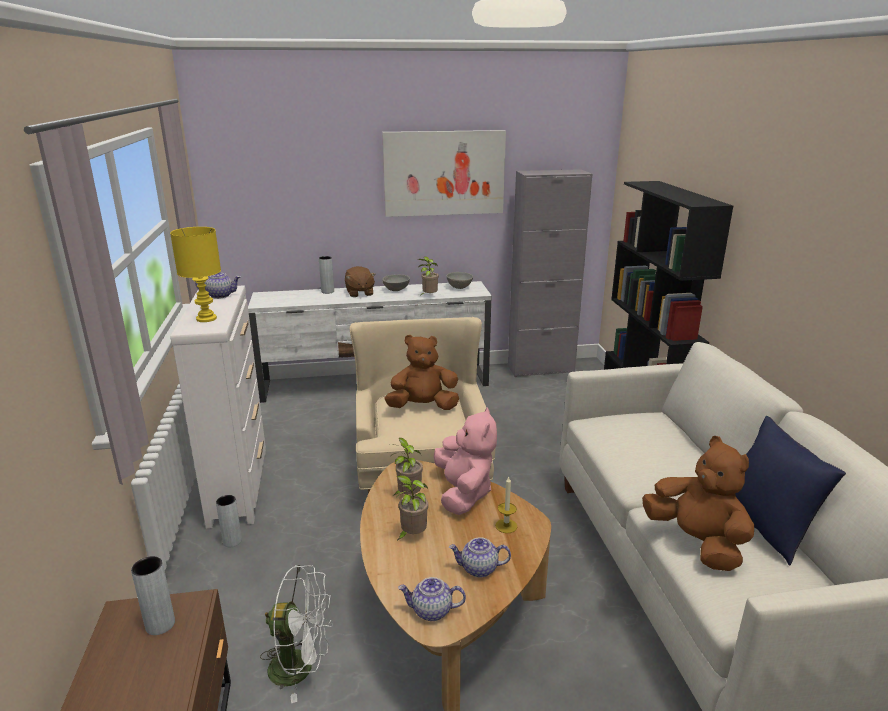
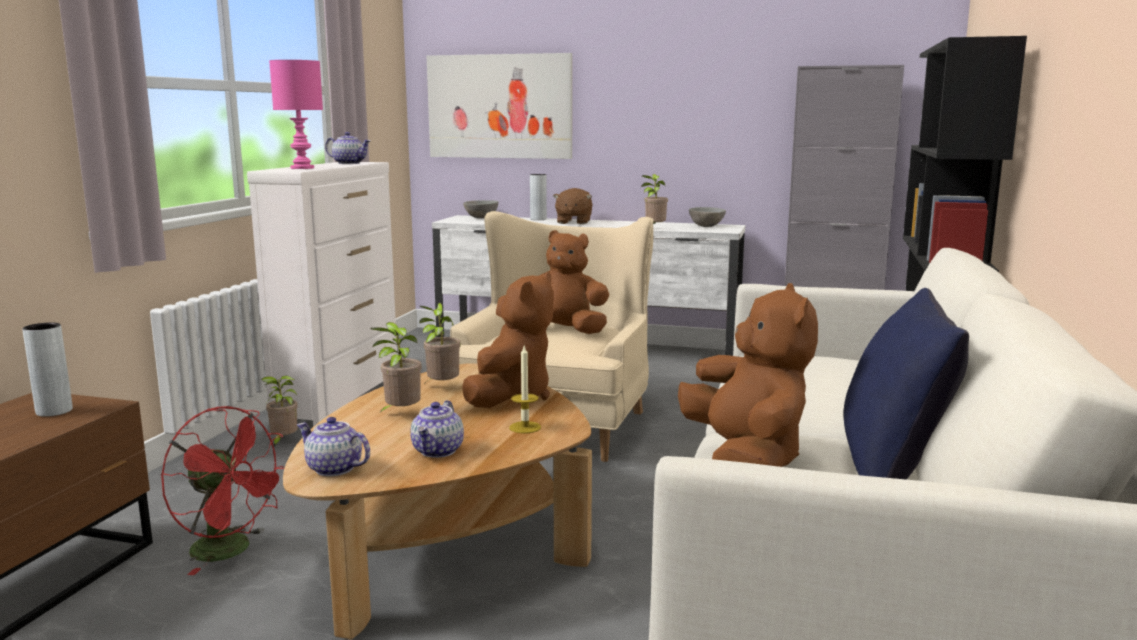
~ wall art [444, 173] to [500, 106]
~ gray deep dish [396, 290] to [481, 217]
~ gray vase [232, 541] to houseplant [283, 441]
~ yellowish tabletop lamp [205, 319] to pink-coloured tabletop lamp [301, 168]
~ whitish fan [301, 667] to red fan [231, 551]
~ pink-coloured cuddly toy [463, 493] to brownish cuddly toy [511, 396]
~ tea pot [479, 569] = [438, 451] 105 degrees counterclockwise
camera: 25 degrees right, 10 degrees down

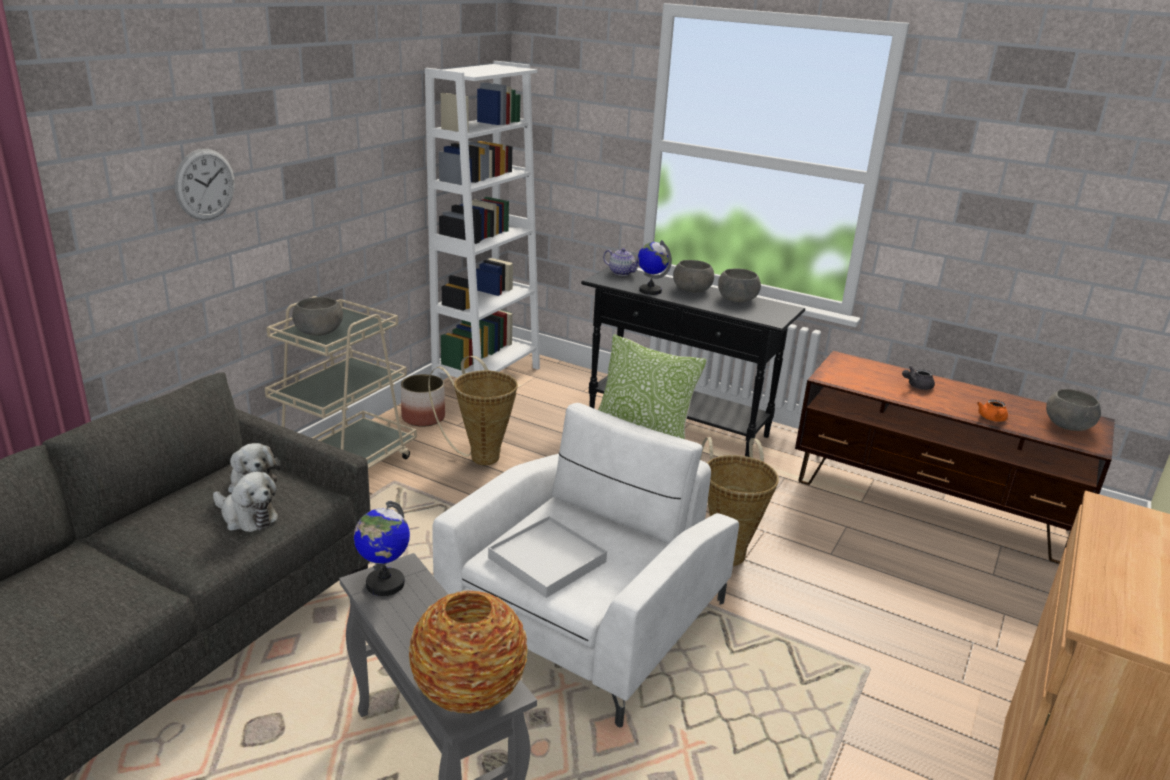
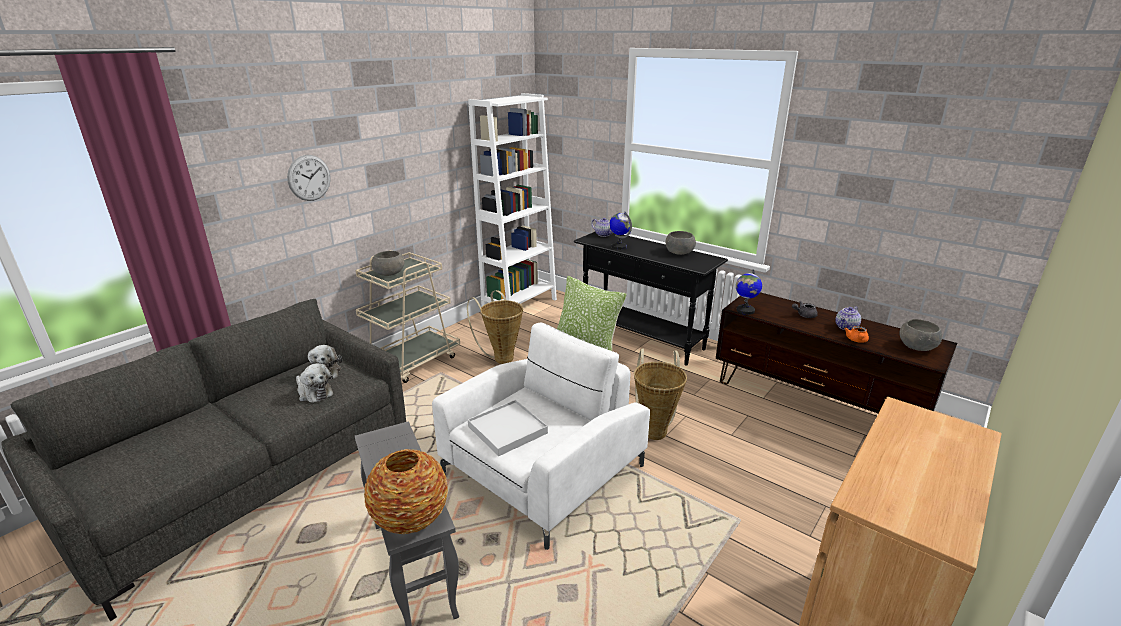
- flower pot [424, 418]
- gray deep dish [692, 289]
+ tea pot [846, 327]
~ world globe [384, 584] to [745, 310]
camera: 10 degrees right, 0 degrees up

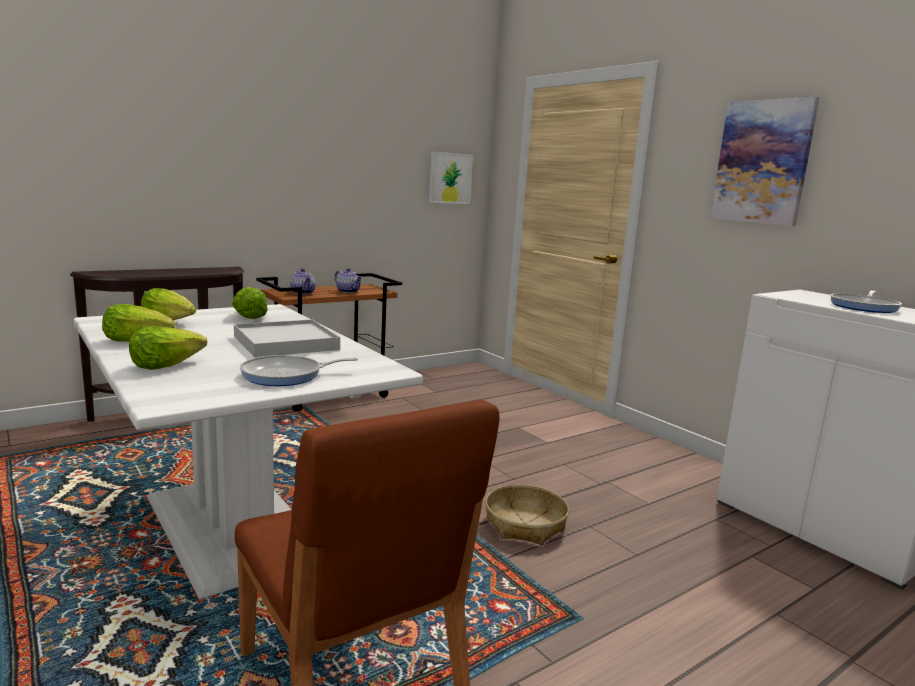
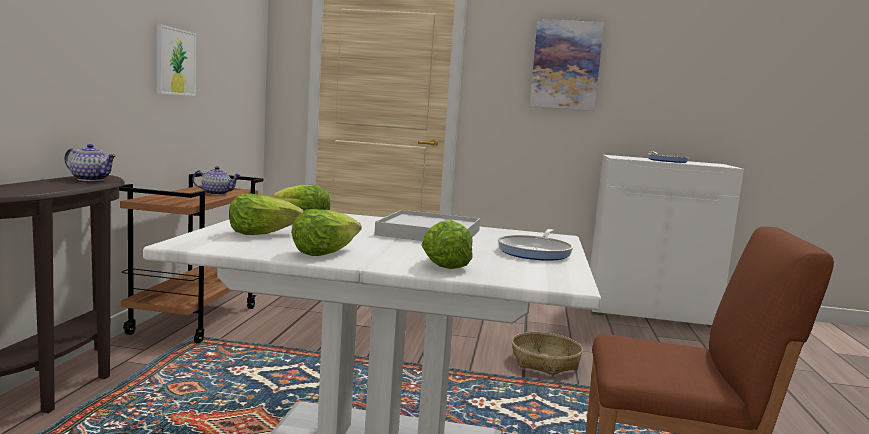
~ tea pot [303, 293] to [91, 179]
~ wall art [450, 178] to [175, 62]
camera: 45 degrees left, 5 degrees down

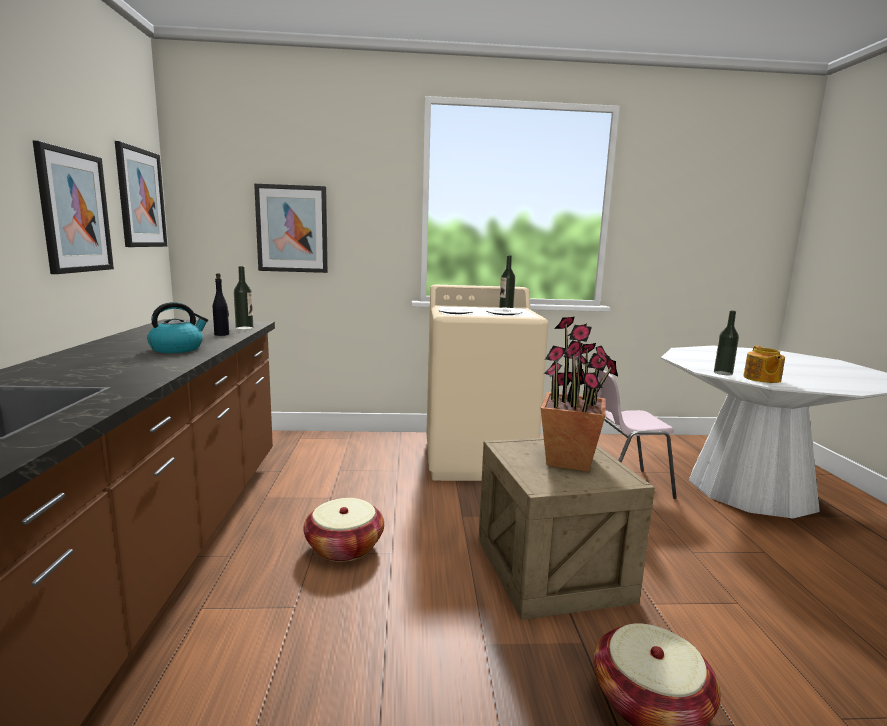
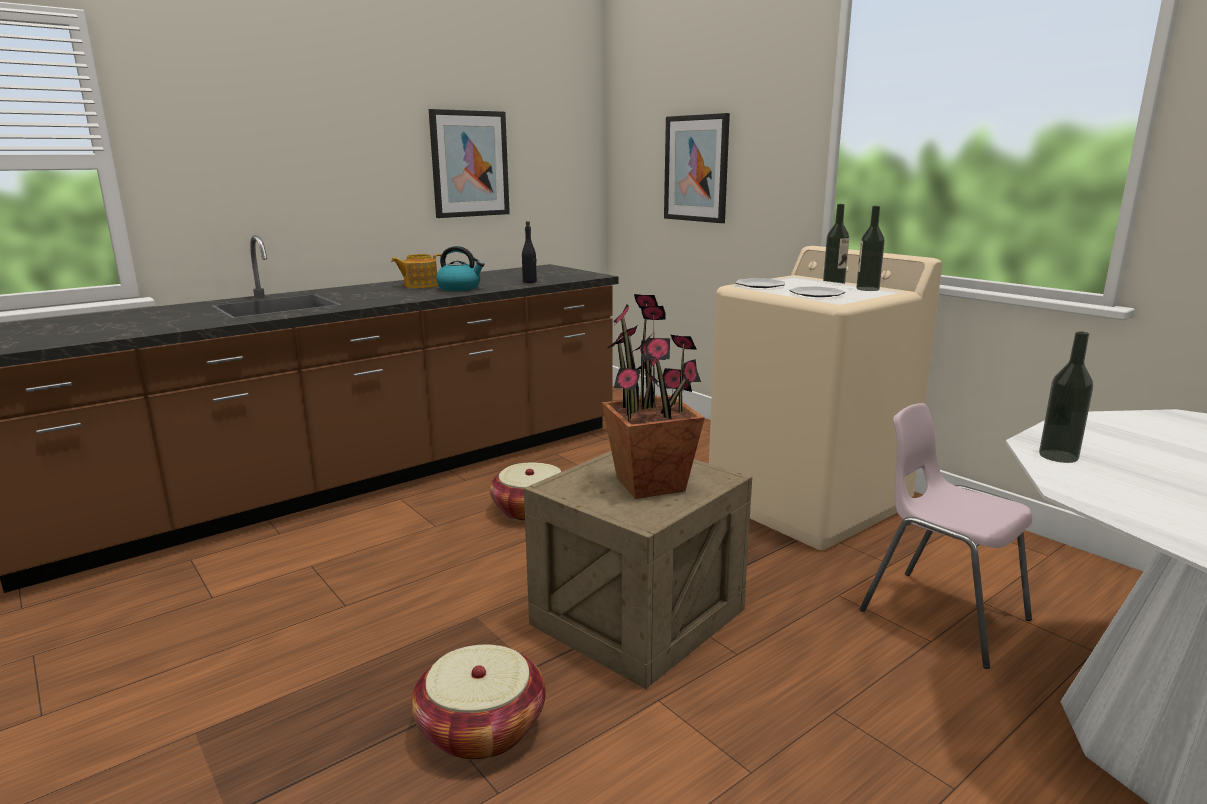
- wall art [141, 198]
~ beverage bottle [244, 328] to [833, 284]
~ tea pot [761, 379] to [420, 285]
camera: 55 degrees right, 5 degrees up

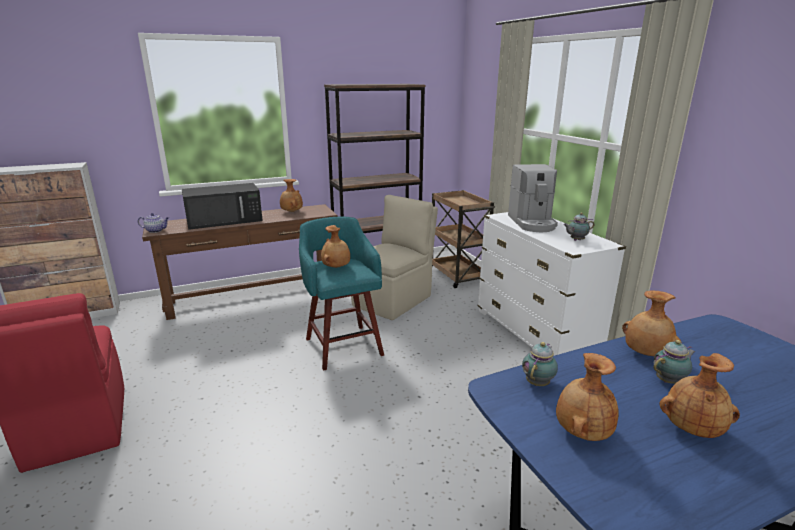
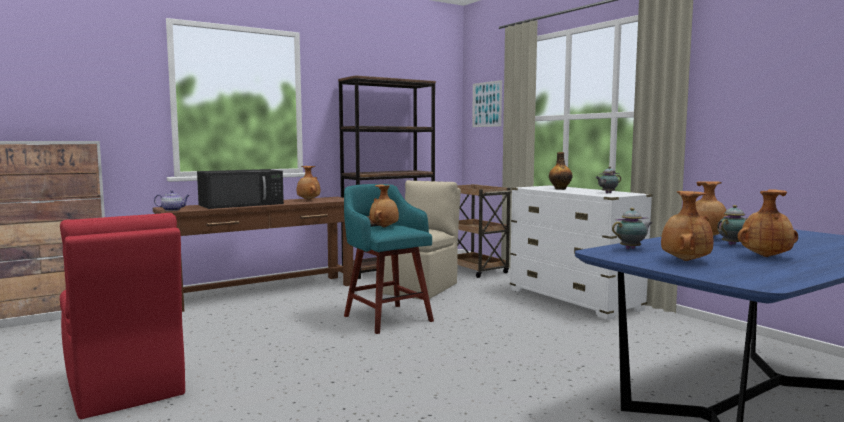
+ wall art [487, 104]
~ coffee maker [532, 223] to beverage bottle [560, 189]
~ tea pot [538, 383] = [631, 249] 45 degrees clockwise
camera: 10 degrees left, 15 degrees down

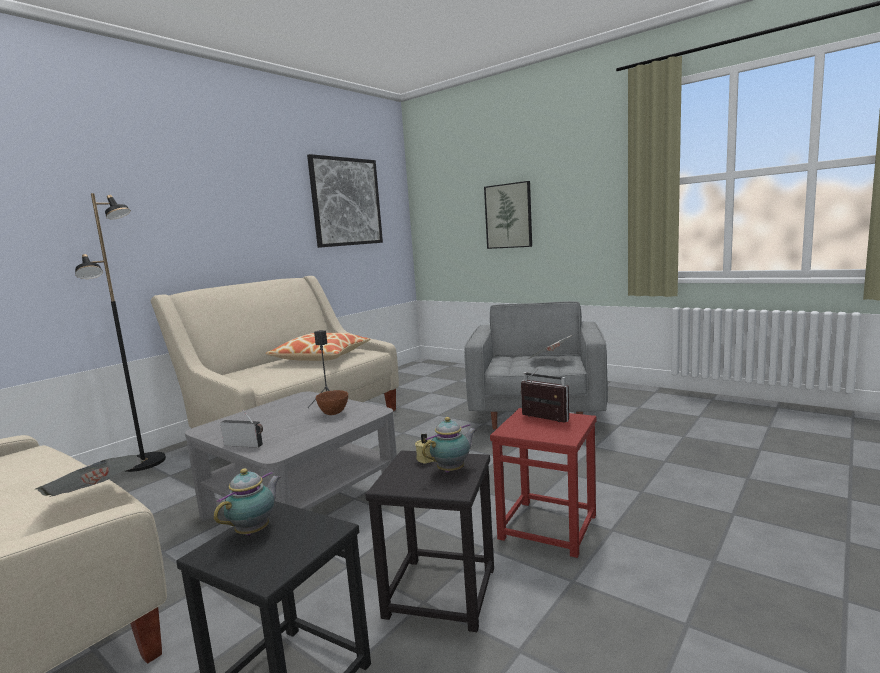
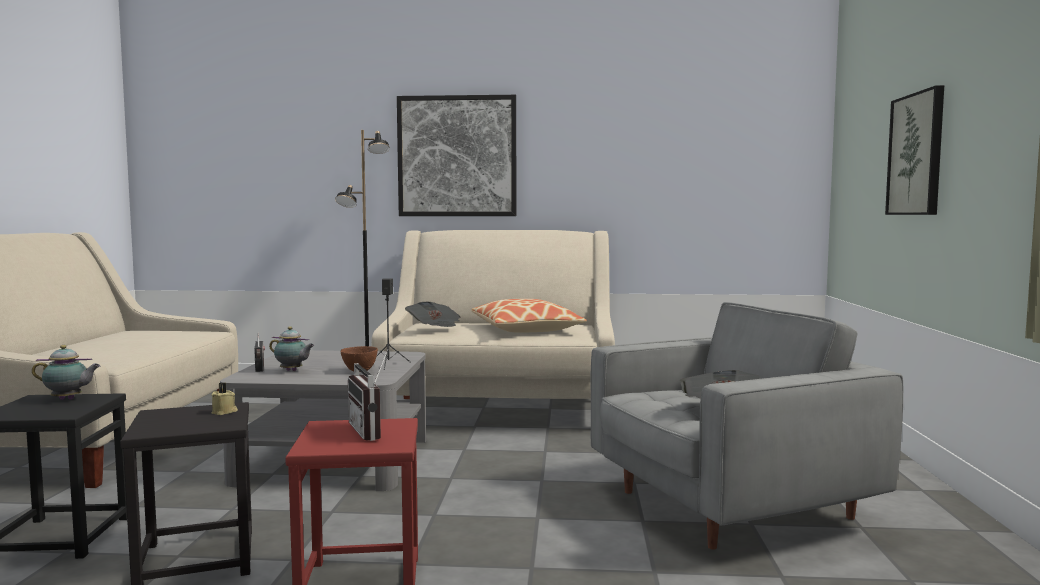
~ printed paper [97, 499] to [435, 330]
~ wall art [346, 202] to [457, 156]
~ tea pot [453, 470] to [292, 371]
~ radio [541, 420] = [373, 431] 150 degrees clockwise
camera: 55 degrees right, 5 degrees down

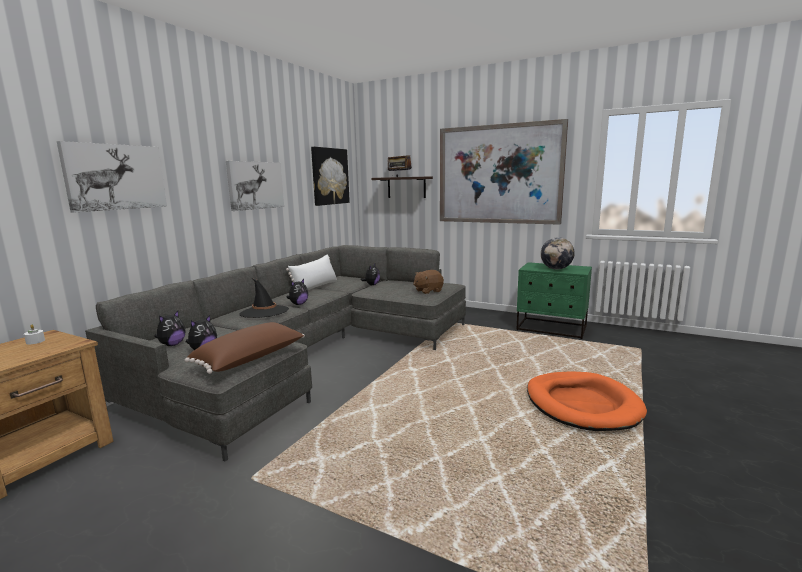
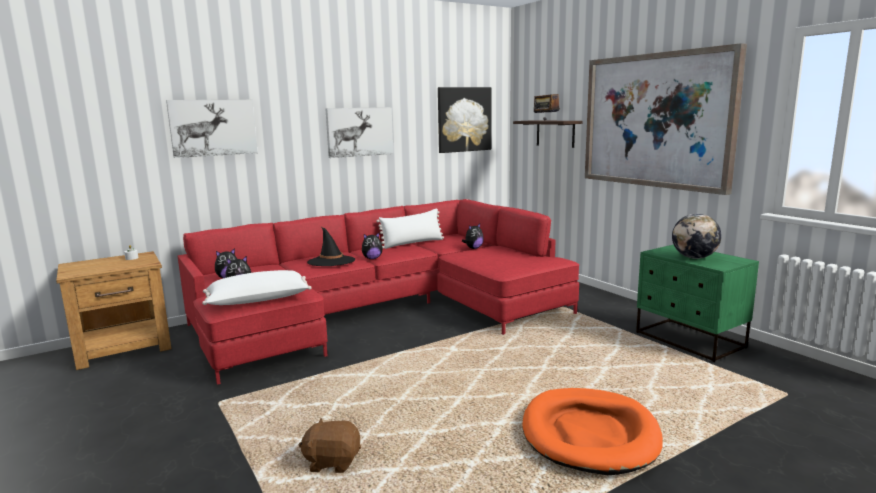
~ brownish cuddly toy [428, 291] to [332, 462]
~ gray sofa [311, 352] to red sofa [383, 311]
~ brownish cushion [251, 360] to whitish cushion [258, 301]
camera: 30 degrees right, 0 degrees up

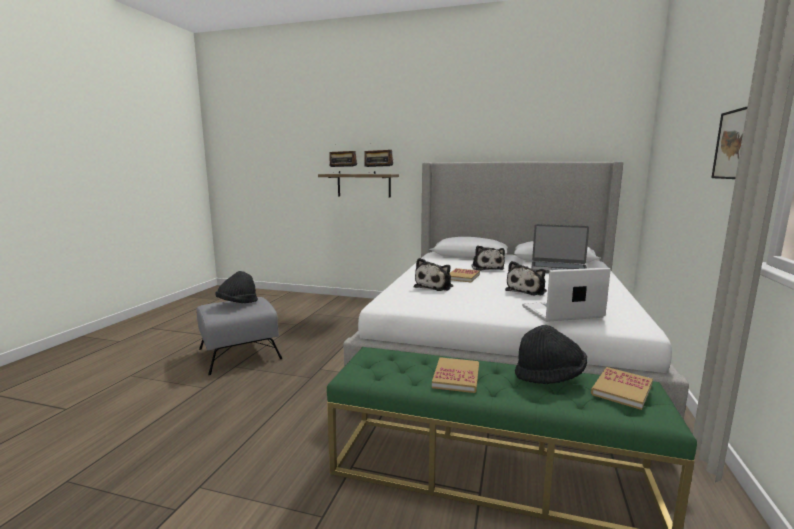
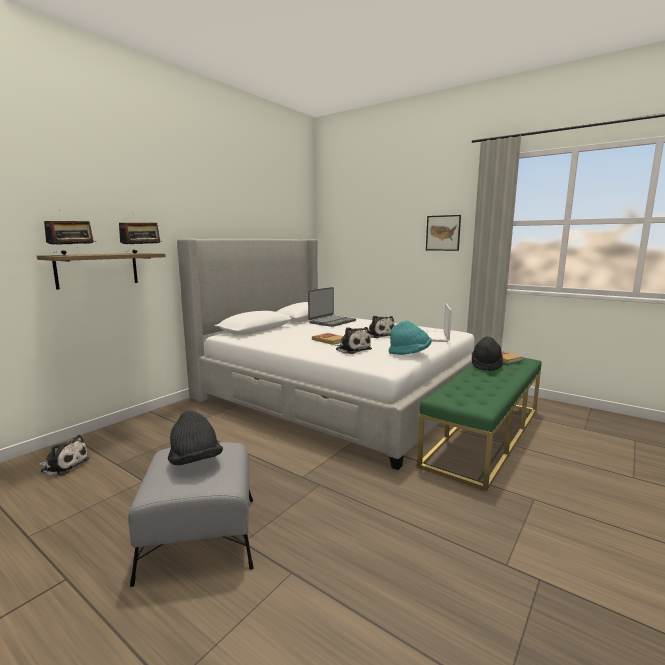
- volume [456, 377]
+ blue-green clothing hat [409, 353]
~ cuddly toy [487, 268] to [64, 465]
camera: 70 degrees left, 0 degrees up

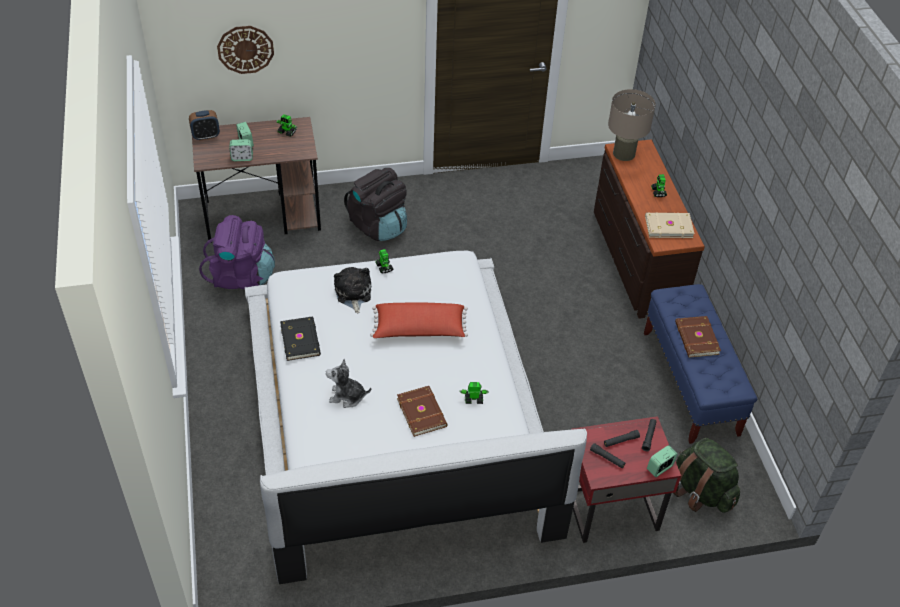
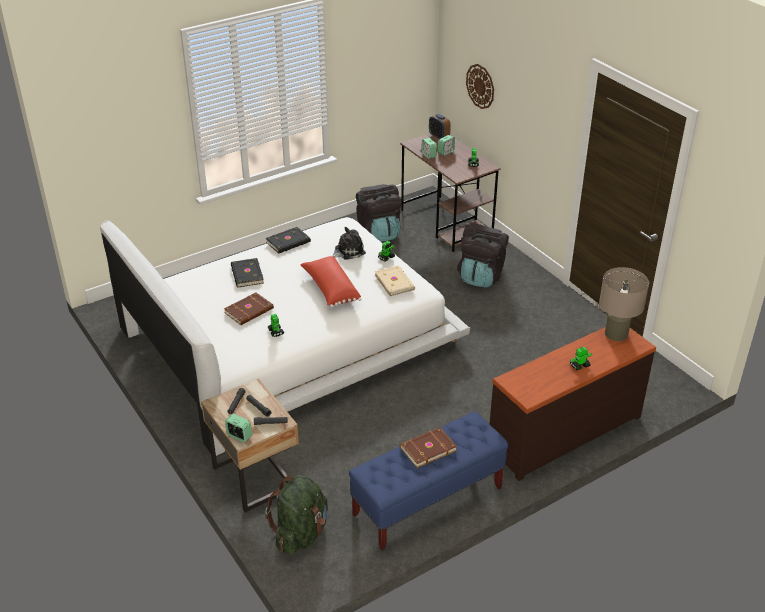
~ sand-coloured volume [668, 226] to [395, 282]
~ cuddly toy [347, 396] to blackish volume [246, 275]
~ purple-coloured backpack [241, 276] to blackish backpack [379, 233]
~ red nightstand [610, 508] to sand-coloured nightstand [256, 477]
camera: 70 degrees right, 10 degrees down

